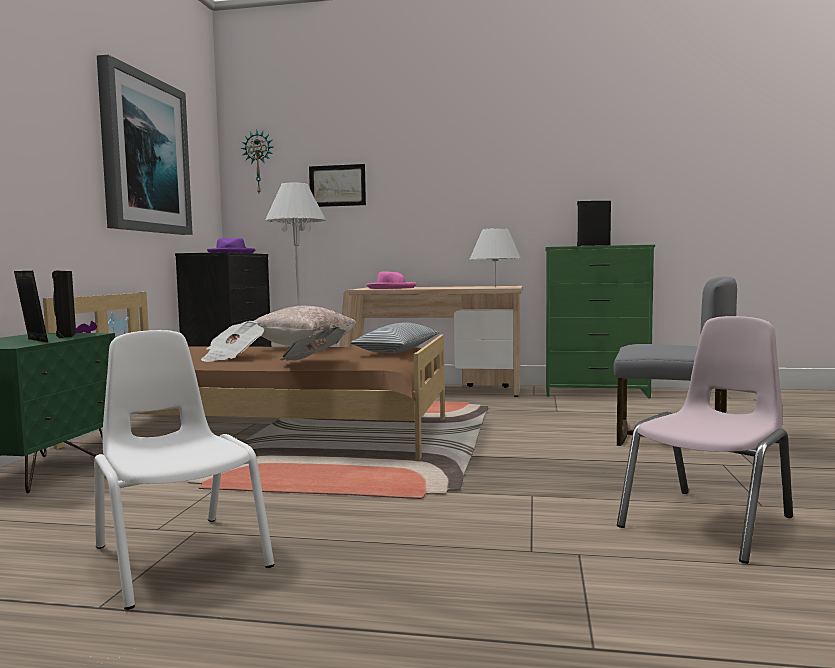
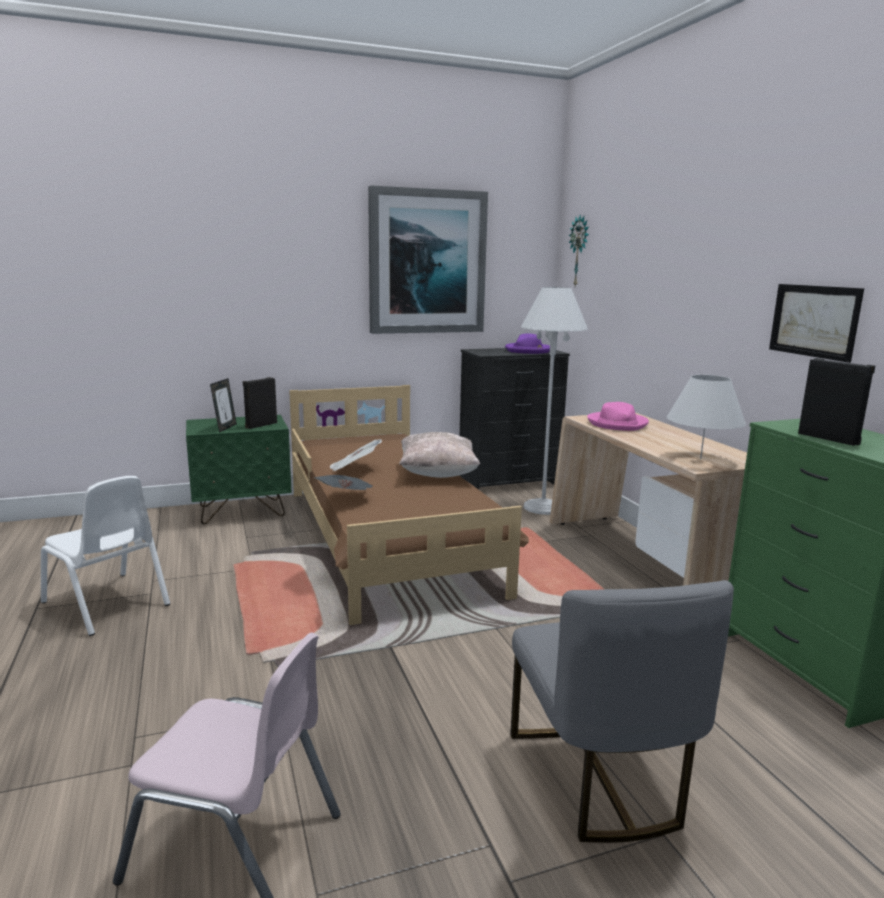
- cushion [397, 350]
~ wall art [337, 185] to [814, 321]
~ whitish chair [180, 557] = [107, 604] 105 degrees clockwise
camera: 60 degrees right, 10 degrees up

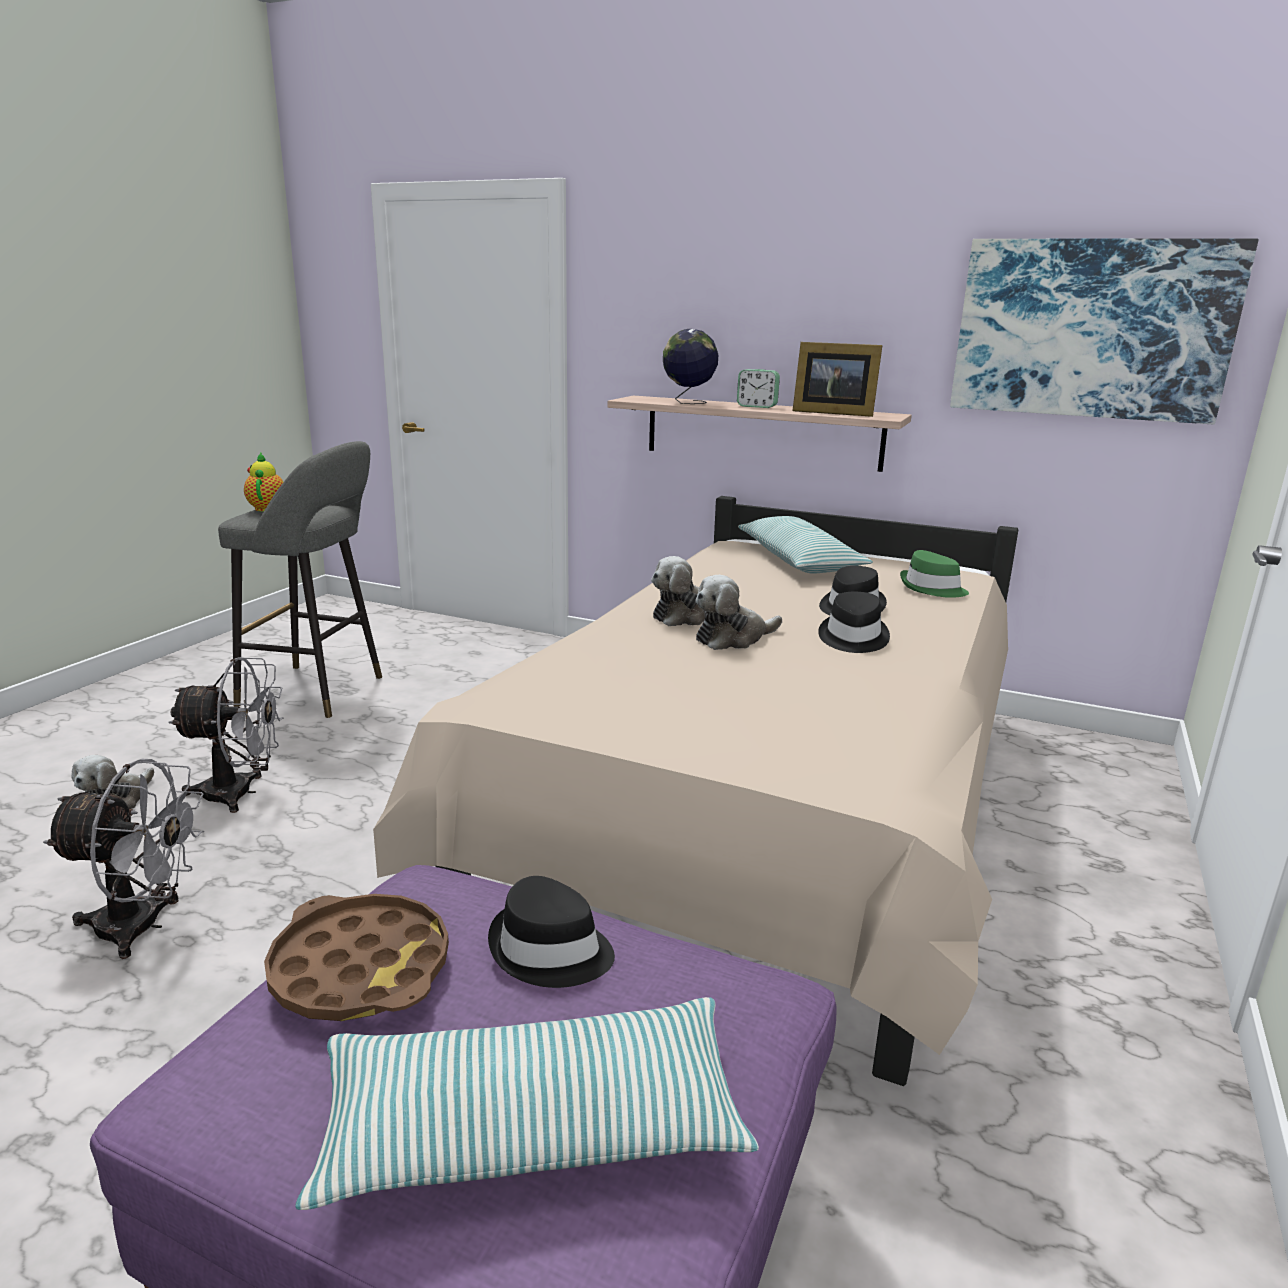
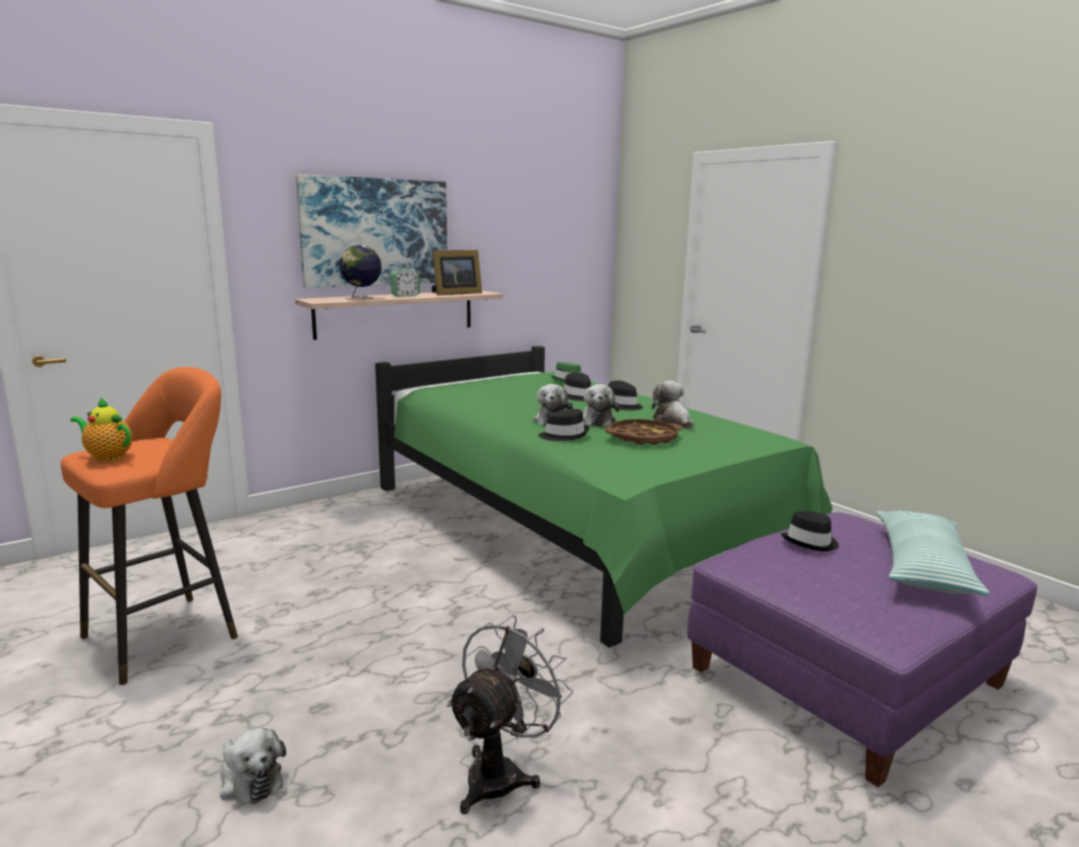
- gray fan [240, 793]
- cushion [799, 561]
+ blackish clothing hat [564, 435]
+ cuddly toy [672, 421]
~ brownish serving tray [360, 969] to [642, 438]
~ wall art [1091, 329] to [375, 232]
~ gray sitting stool [319, 692] to orange-coloured sitting stool [169, 634]
~ sand-coloured bed [765, 812] to green bed [573, 529]
camera: 60 degrees left, 5 degrees down

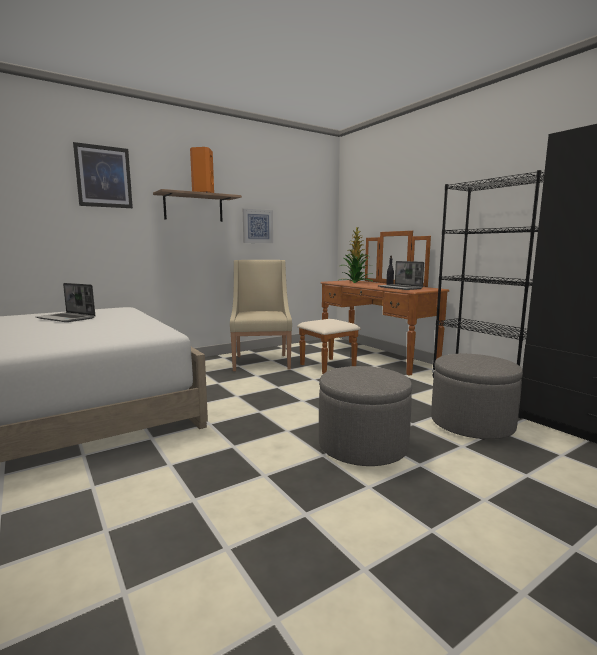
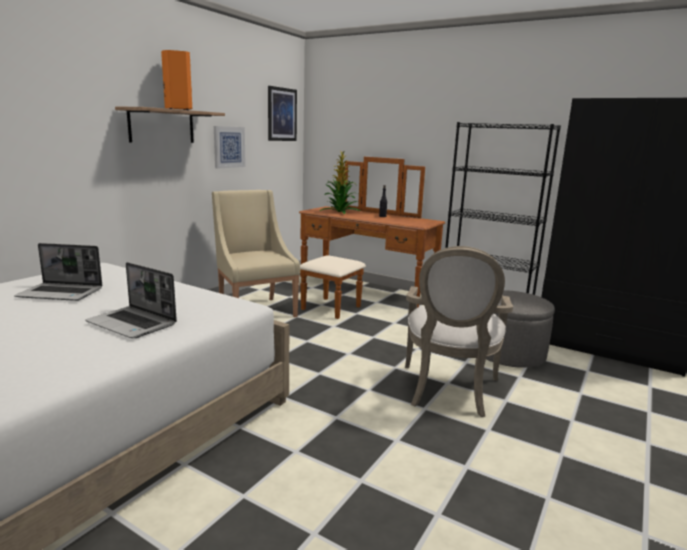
~ wall art [103, 177] to [282, 114]
~ notebook computer [400, 288] to [133, 324]
~ gray footrest [362, 446] to armchair [448, 392]
camera: 25 degrees left, 5 degrees up

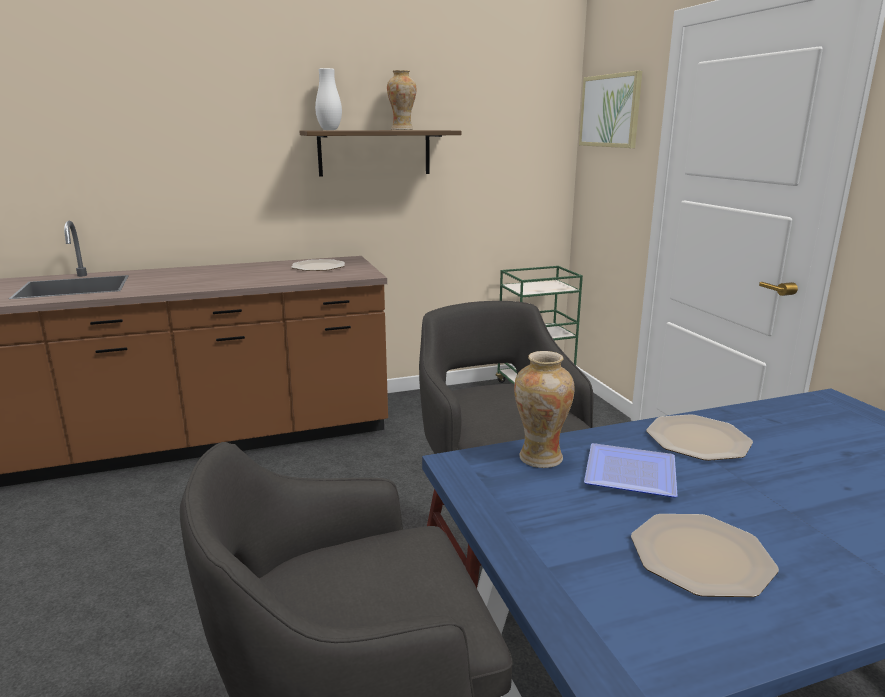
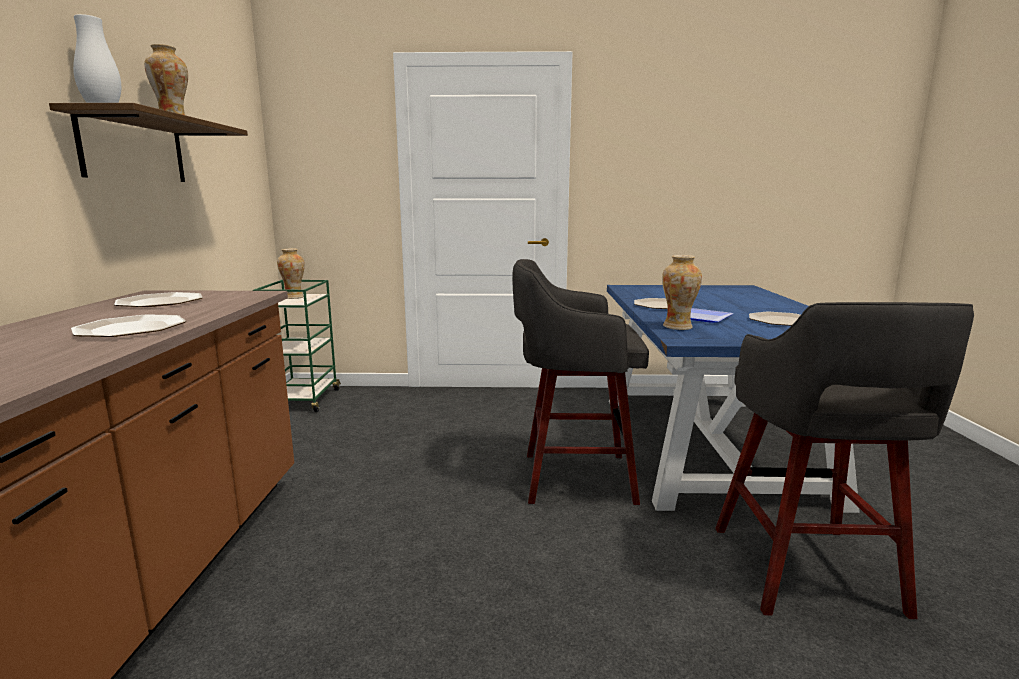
- wall art [610, 111]
+ plate [130, 329]
+ vase [294, 297]
camera: 70 degrees left, 5 degrees down

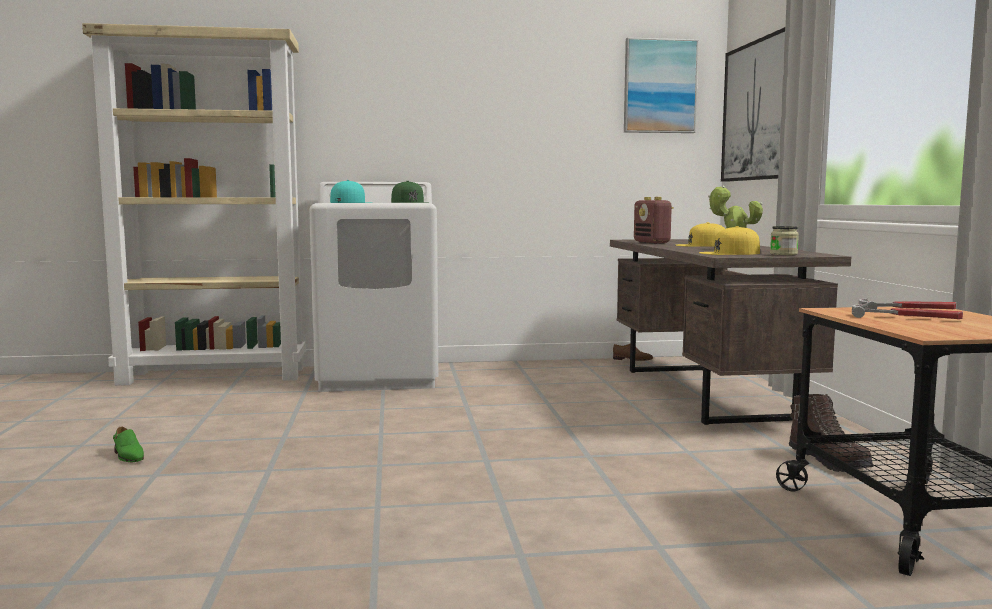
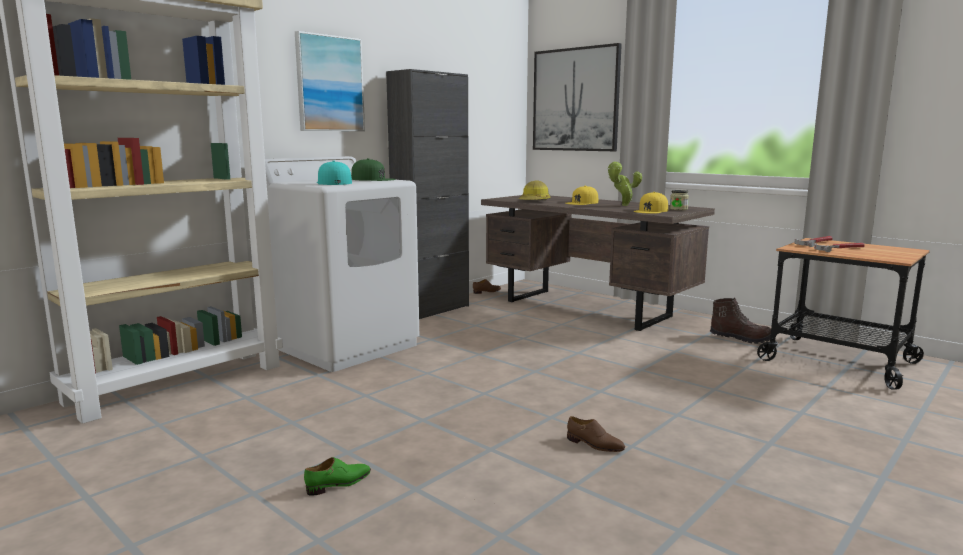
+ blackish storage cabinet [432, 310]
+ brownish shoe [594, 445]
~ wall art [659, 86] to [329, 84]
~ radio [652, 242] to safety helmet [534, 201]
~ green shoe [128, 456] = [339, 483] 45 degrees counterclockwise
camera: 40 degrees left, 5 degrees up

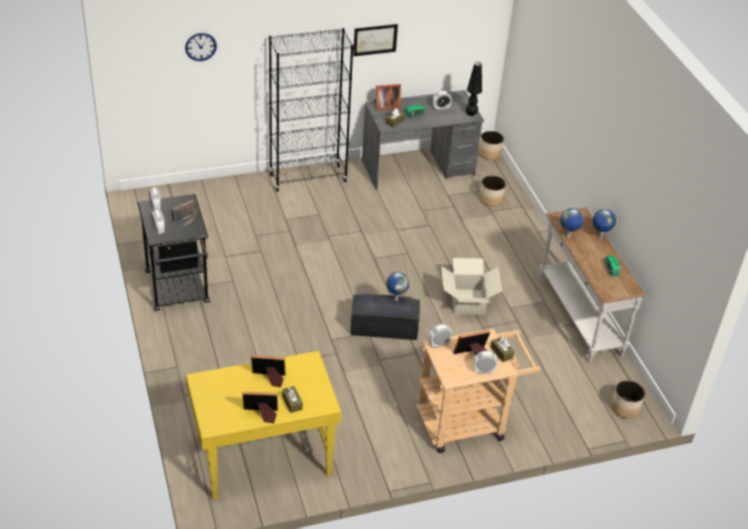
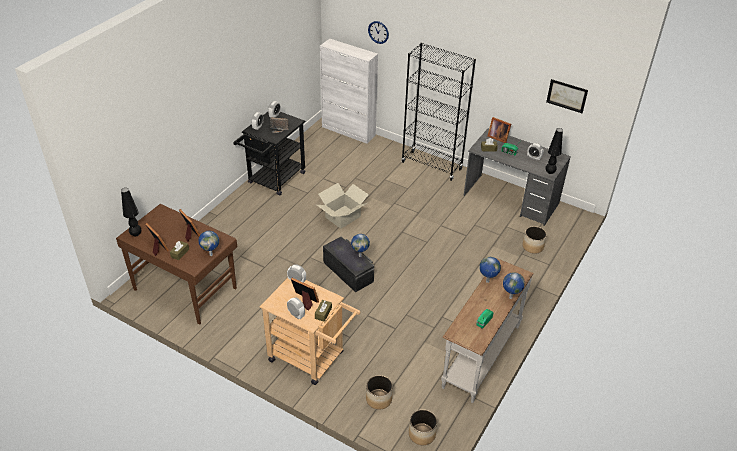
+ blackish tabletop lamp [136, 234]
+ world globe [211, 254]
+ whitish storage cabinet [348, 131]
~ wall art [375, 39] to [567, 96]
~ cardboard box [467, 301] to [342, 217]
~ flower pot [489, 154] to [378, 399]
~ yellowish desk table [262, 456] to brownish desk table [185, 288]
camera: 50 degrees right, 0 degrees up

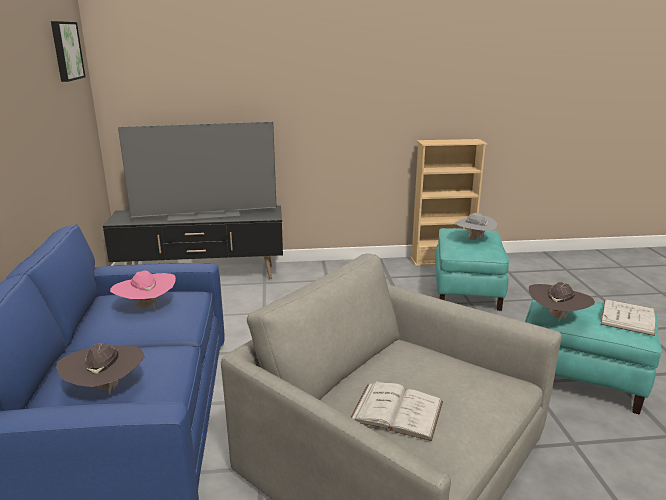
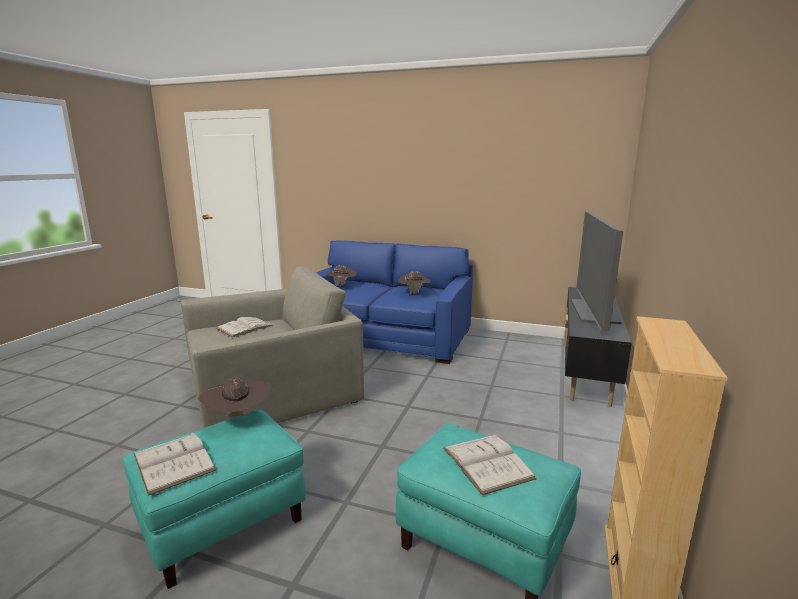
- wall art [65, 51]
~ gray clothing hat [473, 239] to whitish volume [487, 463]
~ pink-coloured clothing hat [146, 307] to brownish clothing hat [414, 293]
camera: 115 degrees right, 5 degrees down

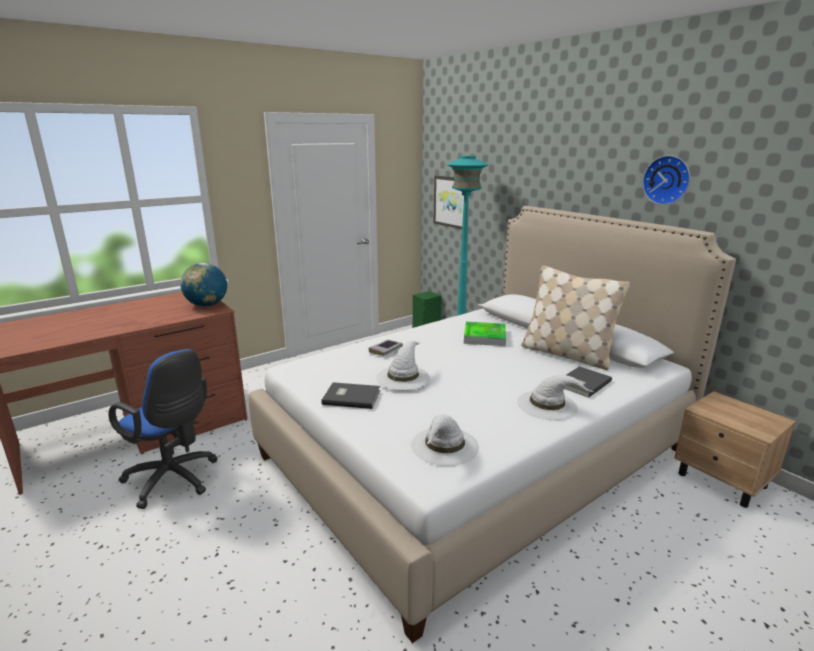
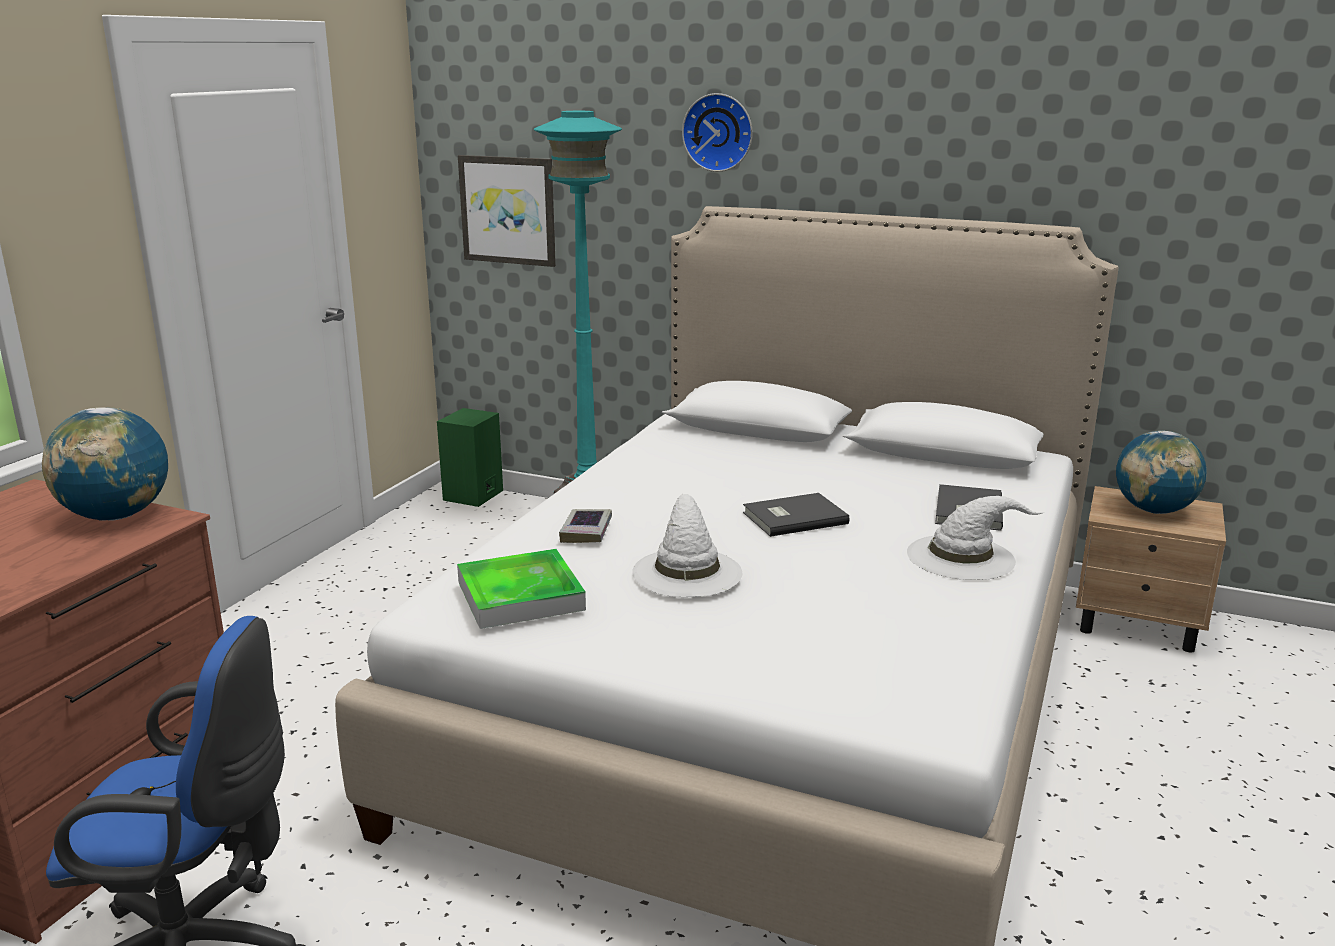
- whitish clothing hat [444, 446]
- sand-coloured cushion [566, 354]
+ world globe [1153, 510]
~ gray volume [351, 396] to [792, 517]
~ serving tray [484, 337] to [520, 596]
~ hanging clock [667, 180] to [719, 132]
camera: 30 degrees left, 0 degrees up

